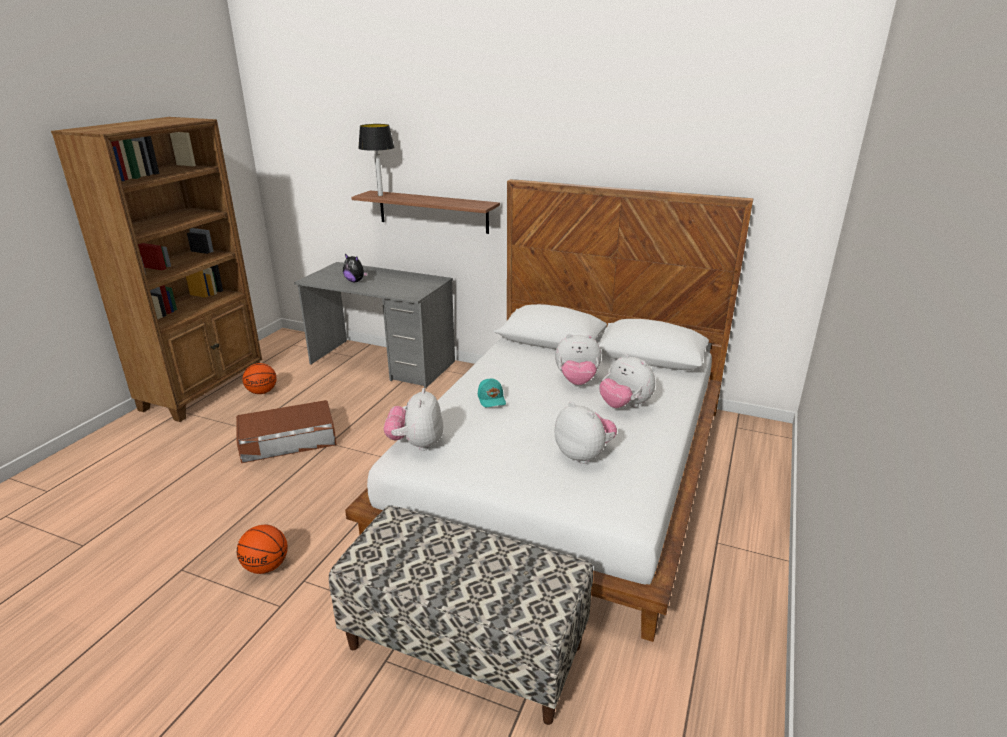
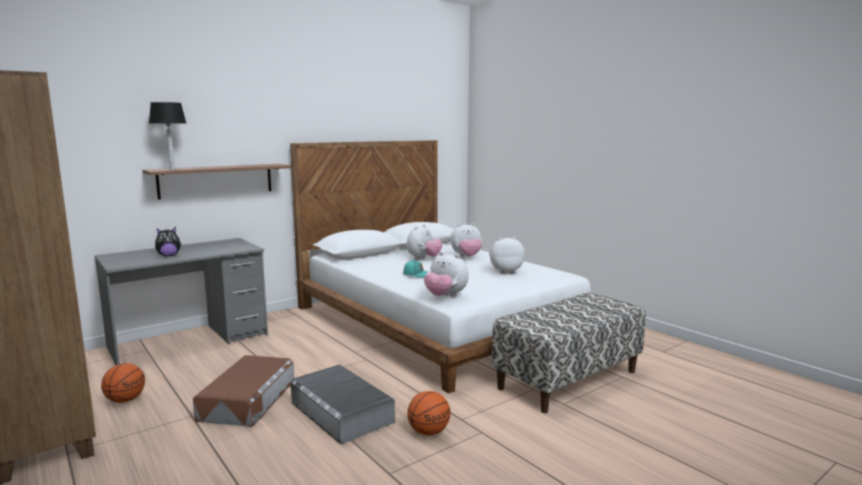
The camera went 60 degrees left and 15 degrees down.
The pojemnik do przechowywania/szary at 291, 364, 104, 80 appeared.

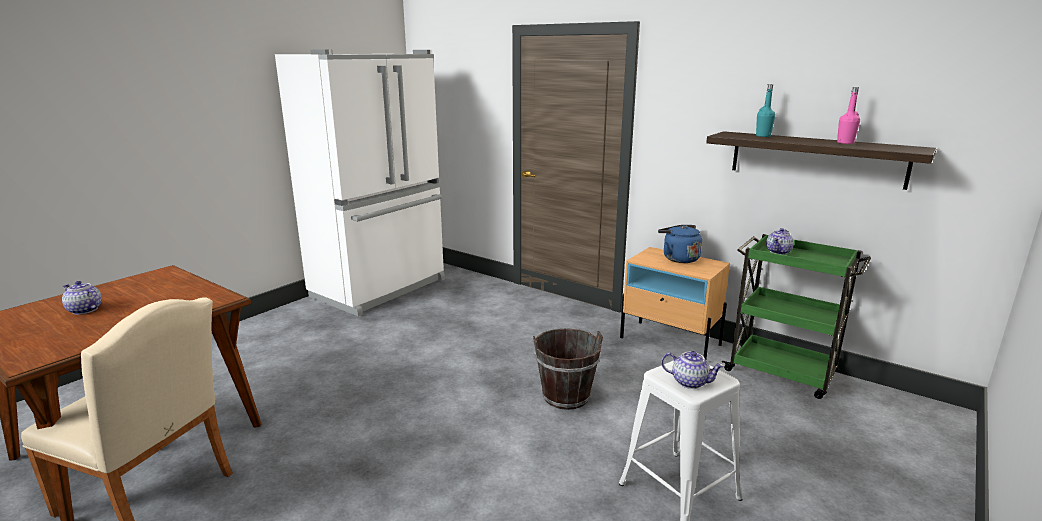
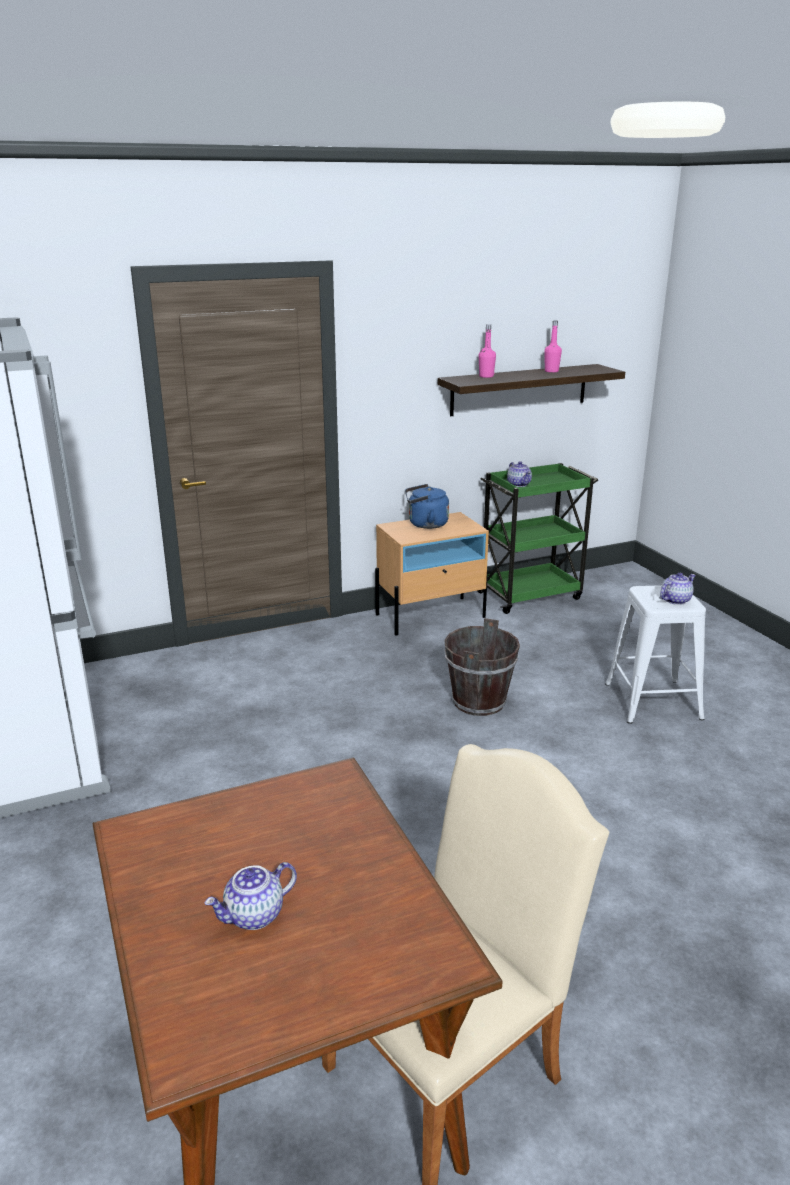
The camera went 60 degrees left and 5 degrees up.
The butelka/turkusowy at 756, 84, 20, 53 became the butelka/różowy at 479, 324, 17, 54.

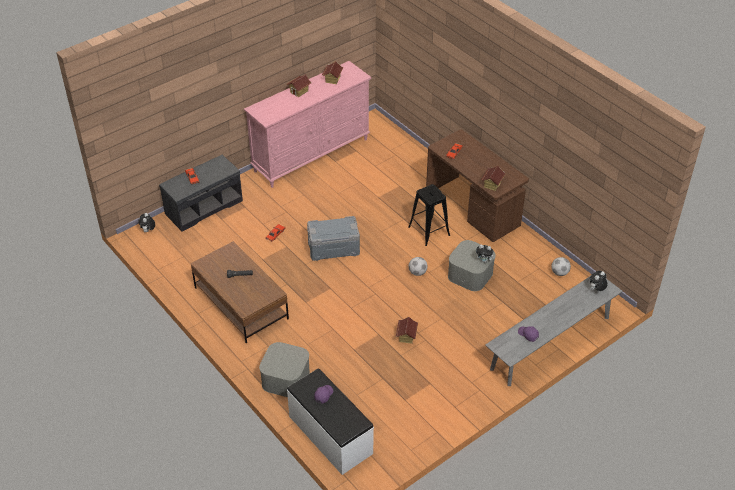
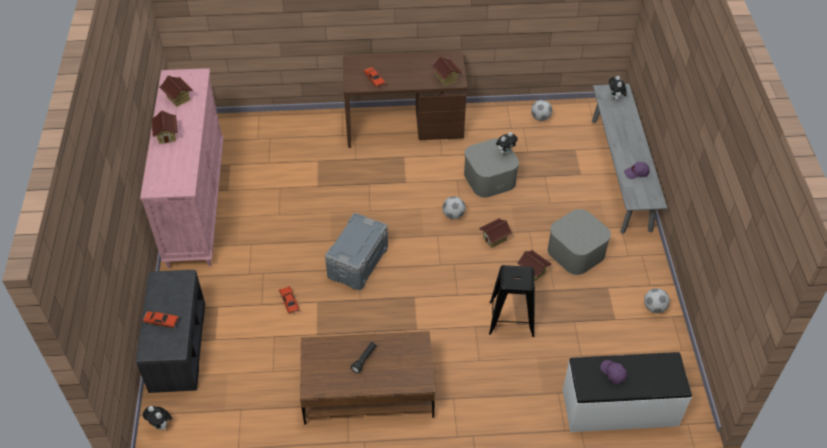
The camera went 55 degrees left and 5 degrees up.
The pojemnik do przechowywania/szary moved from 259, 342, 51, 55 to 547, 209, 64, 66.
The stołek/czarny moved from 408, 184, 42, 62 to 489, 265, 46, 72.
The domek at 479, 218, 33, 30 appeared.
The piłka futbolowa at 644, 288, 26, 25 appeared.

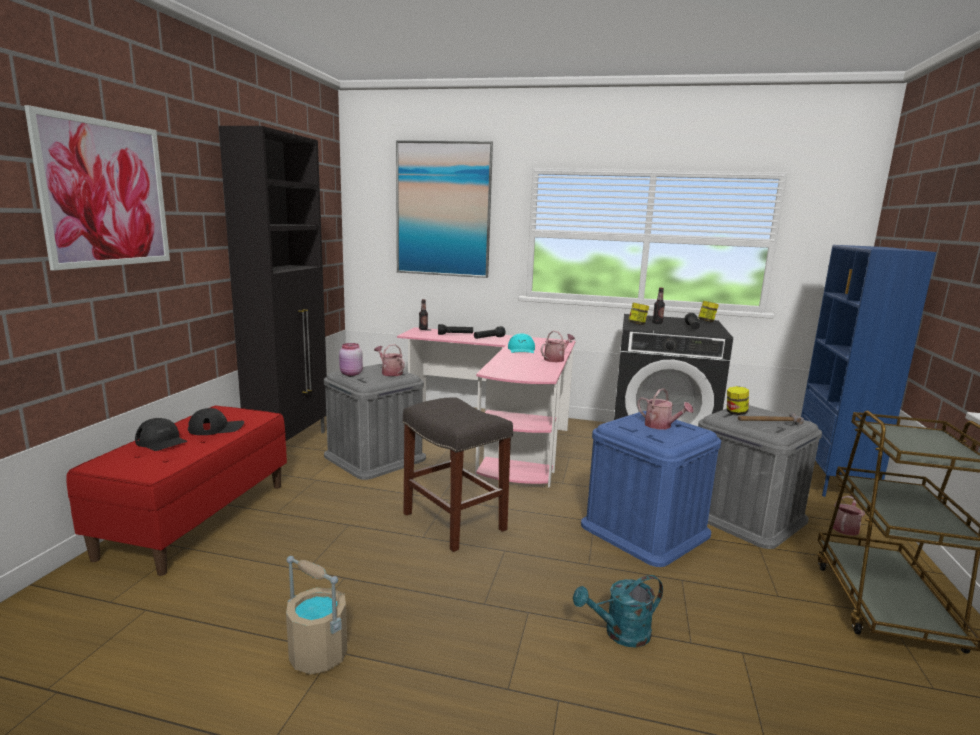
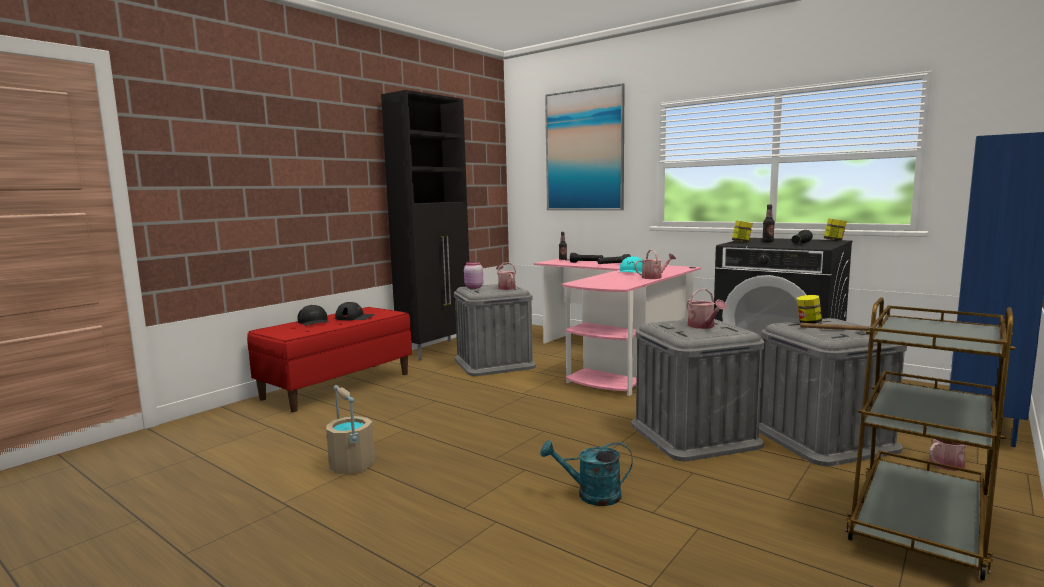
The camera went 25 degrees right and 5 degrees down.
The obraz at 24, 105, 146, 166 disappeared.
The stołek/szary at 403, 398, 110, 154 disappeared.
The pojemnik do przechowywania/niebieski at 581, 411, 140, 156 became the pojemnik do przechowywania/szary at 631, 319, 134, 142.

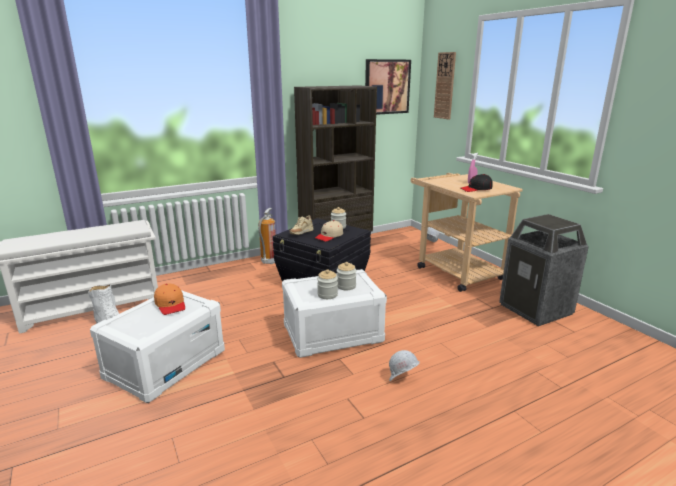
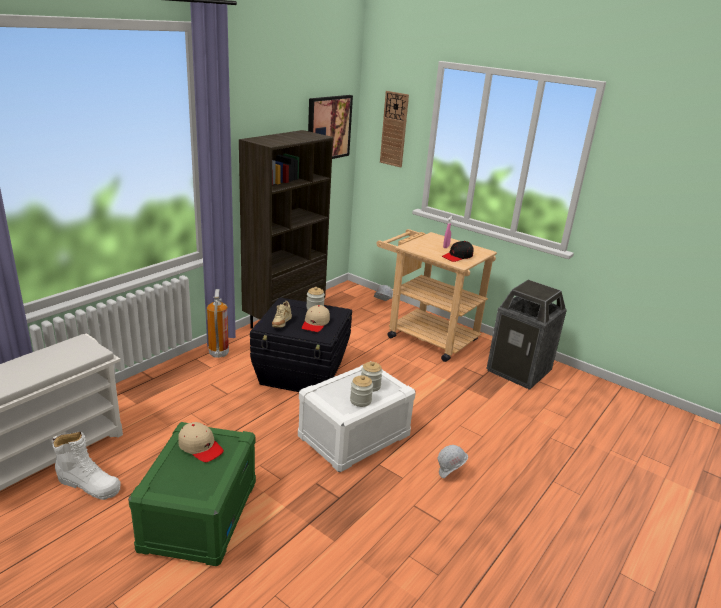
The camera went 25 degrees left and 5 degrees up.
The pojemnik do przechowywania/biały at 90, 290, 135, 113 became the pojemnik do przechowywania/zielony at 128, 422, 128, 144.
The czapka z daszkiem/pomarańczowy at 154, 283, 31, 32 became the czapka z daszkiem/beżowy at 178, 422, 46, 40.

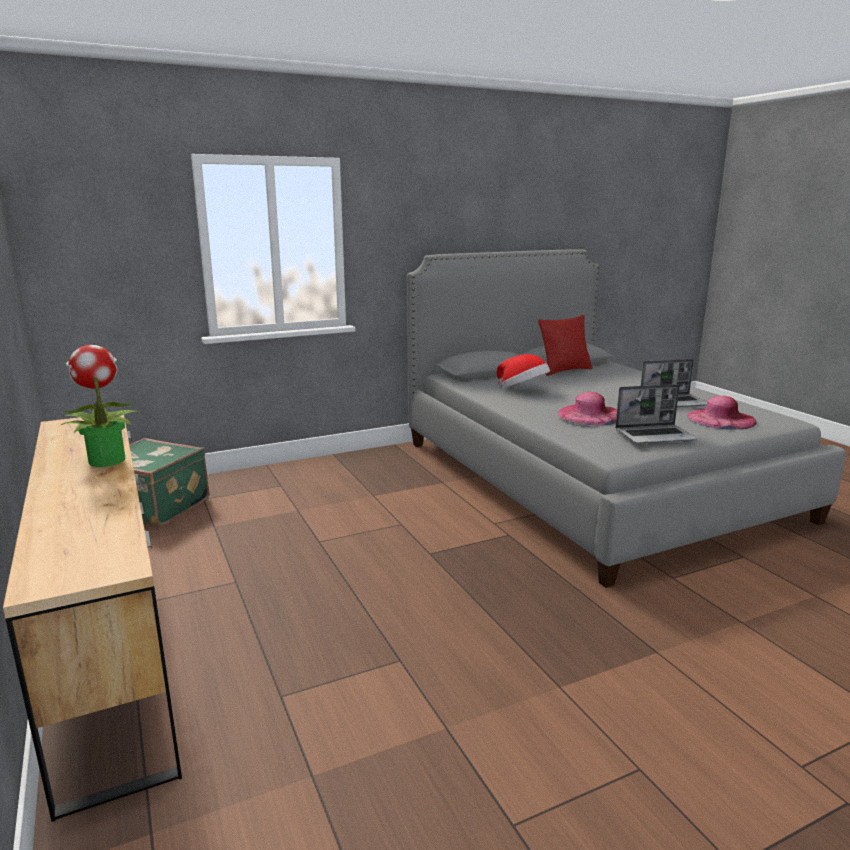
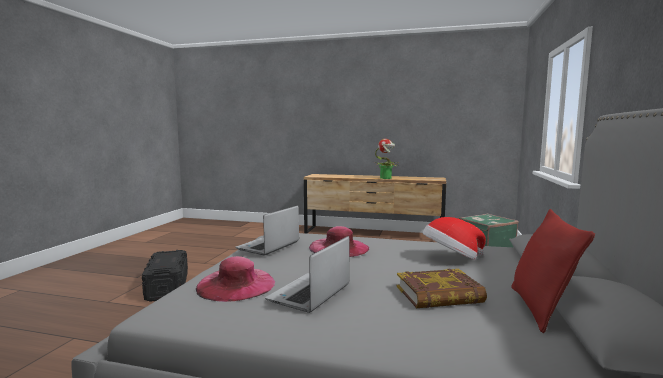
The camera went 130 degrees right and 10 degrees down.
The pojemnik do przechowywania/czarny at 142, 250, 46, 52 appeared.
The książka at 397, 269, 90, 39 appeared.

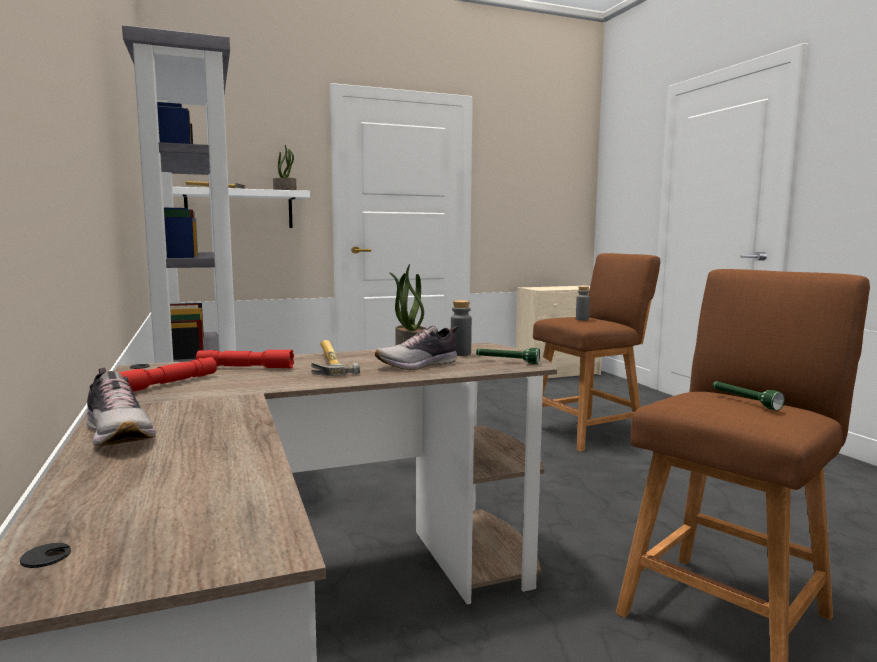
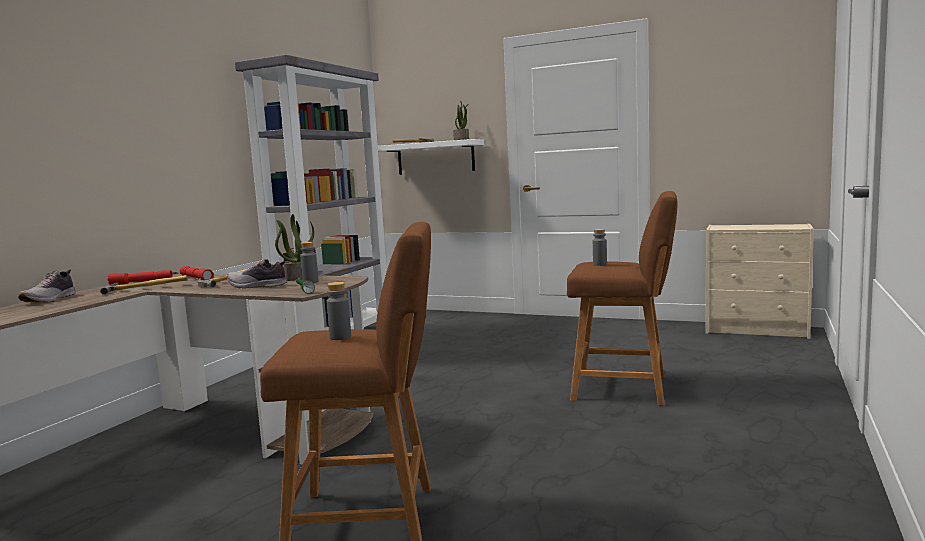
The camera went 45 degrees right and 0 degrees up.
The latarka/zielony at 712, 381, 73, 29 was replaced by the butelka/szary at 327, 282, 24, 58.
The młotek at 100, 275, 88, 20 appeared.

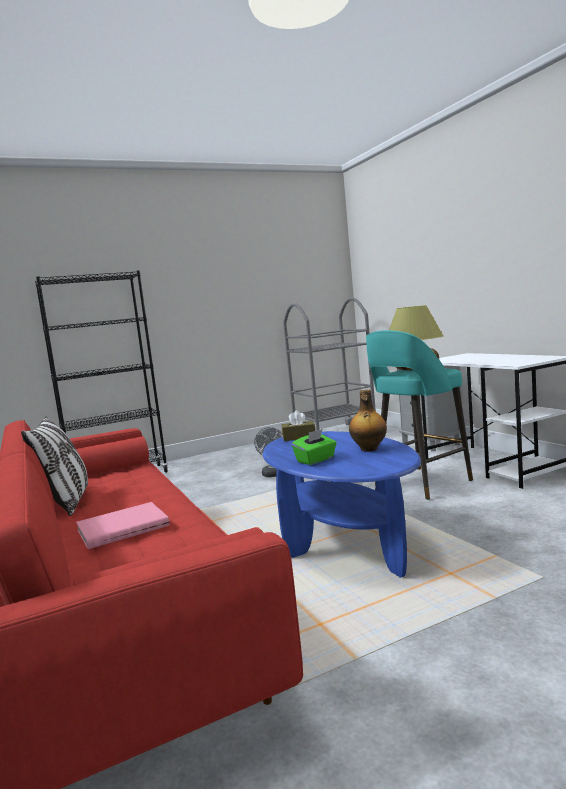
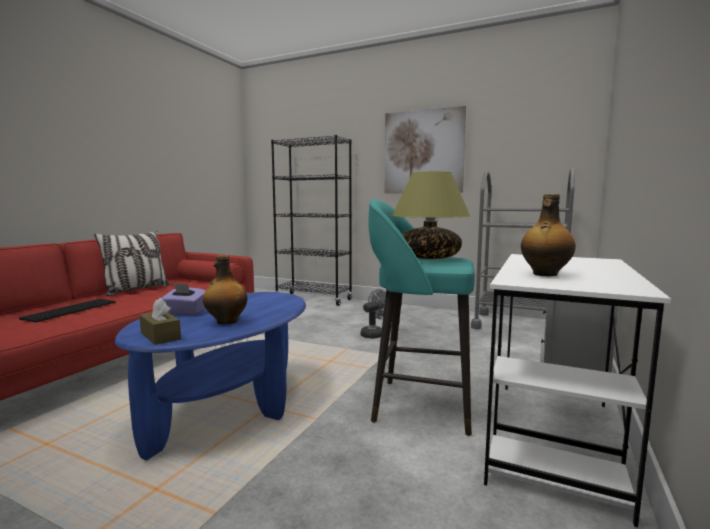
The camera went 50 degrees right and 0 degrees up.
The książka/różowy at 76, 502, 94, 47 was replaced by the klawiatura at 19, 299, 97, 23.
The pudełko chusteczek/brązowy moved from 282, 410, 33, 31 to 139, 298, 42, 47.
The pudełko chusteczek/zielony at 292, 429, 45, 36 became the pudełko chusteczek/fioletowy at 161, 283, 45, 33.
The obraz at 385, 106, 81, 88 appeared.
The butelka at 521, 194, 55, 82 appeared.

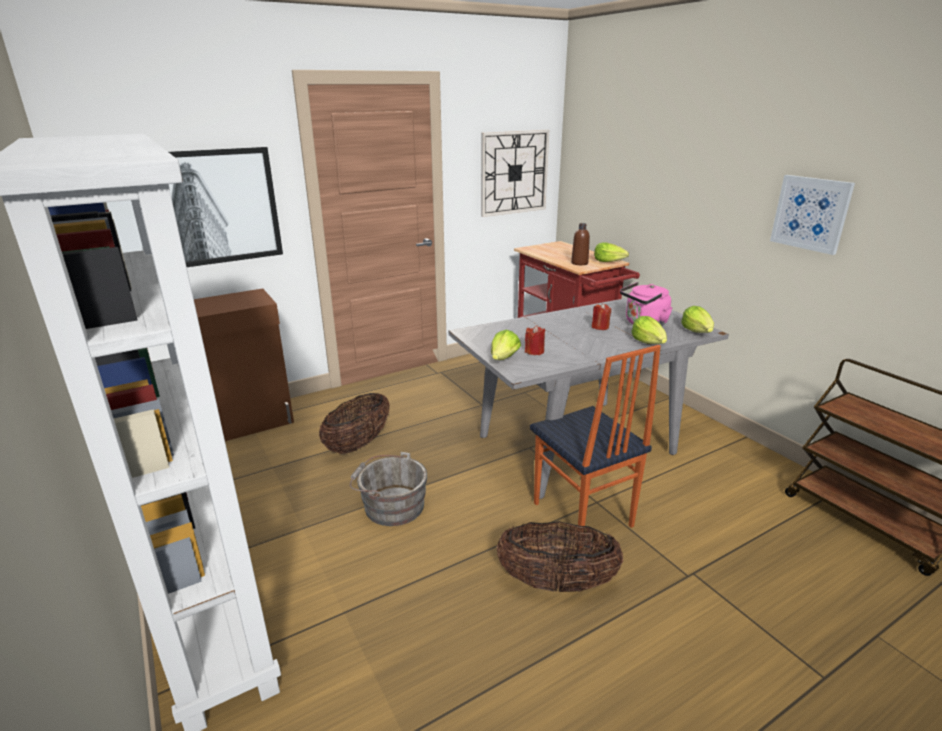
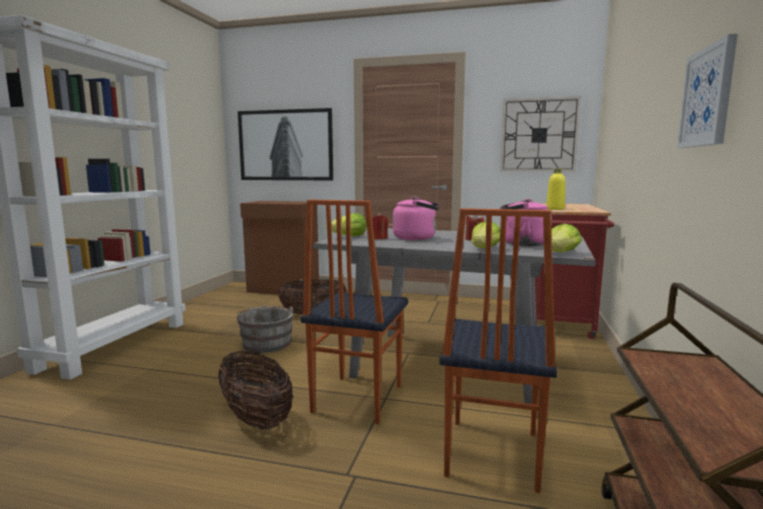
The camera went 45 degrees right and 15 degrees down.
The butelka/brązowy at 571, 223, 19, 42 became the butelka/żółty at 546, 168, 20, 42.
The sałata at 594, 242, 35, 20 disappeared.
The czajnik/różowy at 393, 197, 46, 43 appeared.
The krzesło at 439, 208, 119, 285 appeared.

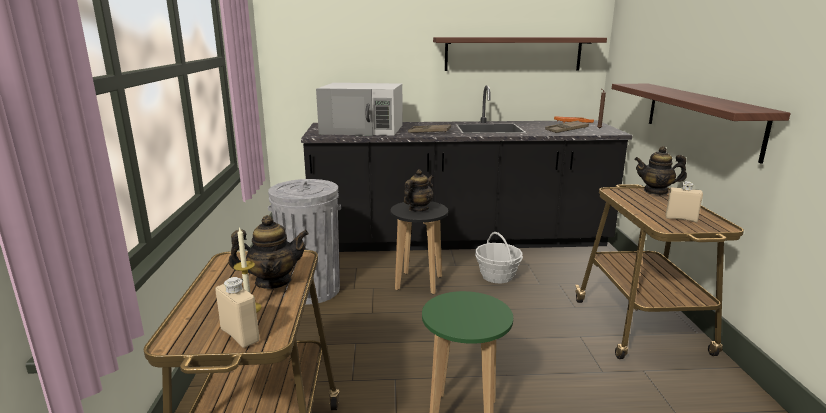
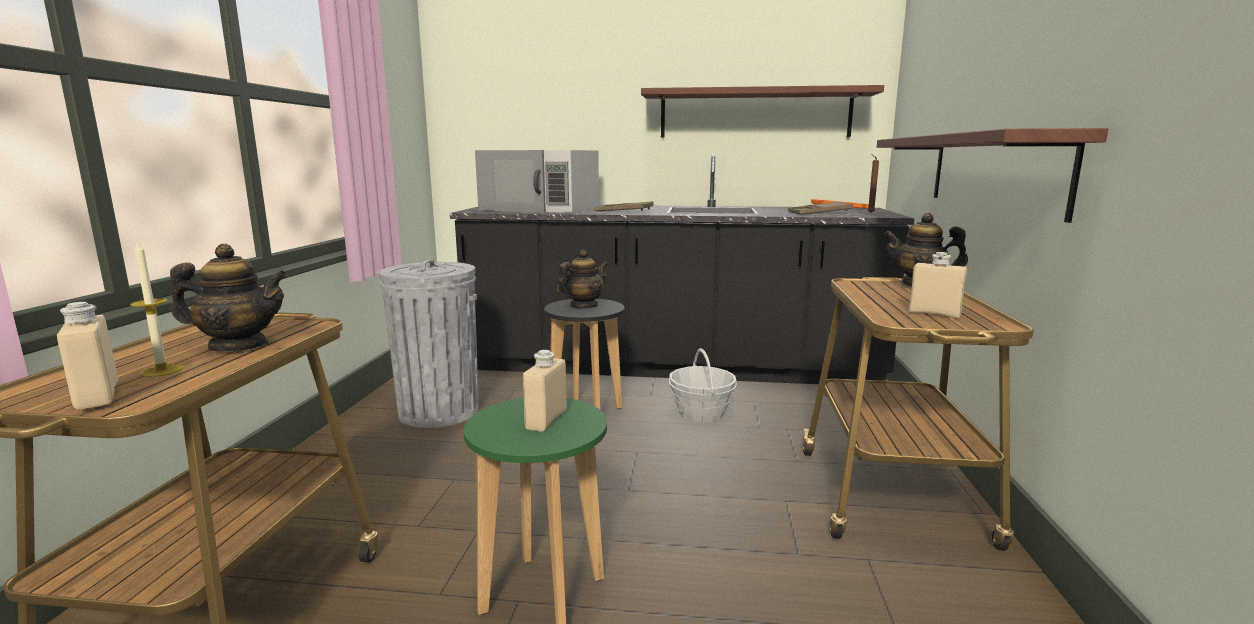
The camera went 10 degrees right and 5 degrees down.
The butelka/beżowy at 523, 350, 44, 82 appeared.

